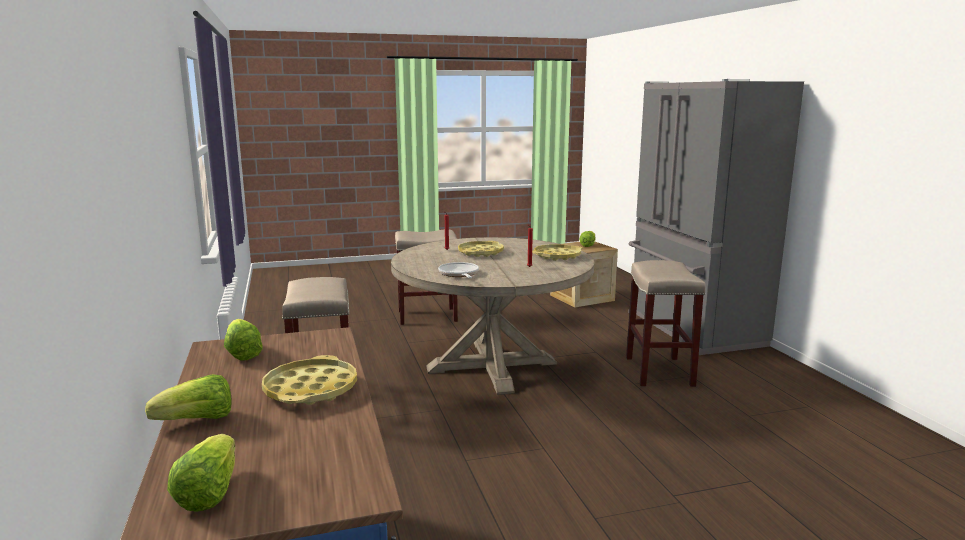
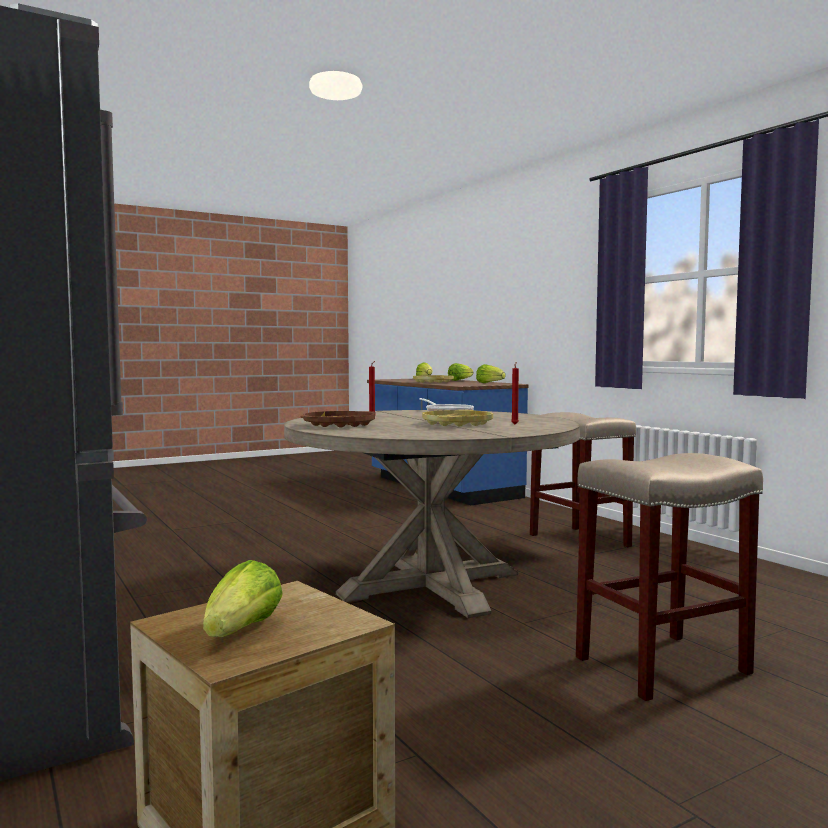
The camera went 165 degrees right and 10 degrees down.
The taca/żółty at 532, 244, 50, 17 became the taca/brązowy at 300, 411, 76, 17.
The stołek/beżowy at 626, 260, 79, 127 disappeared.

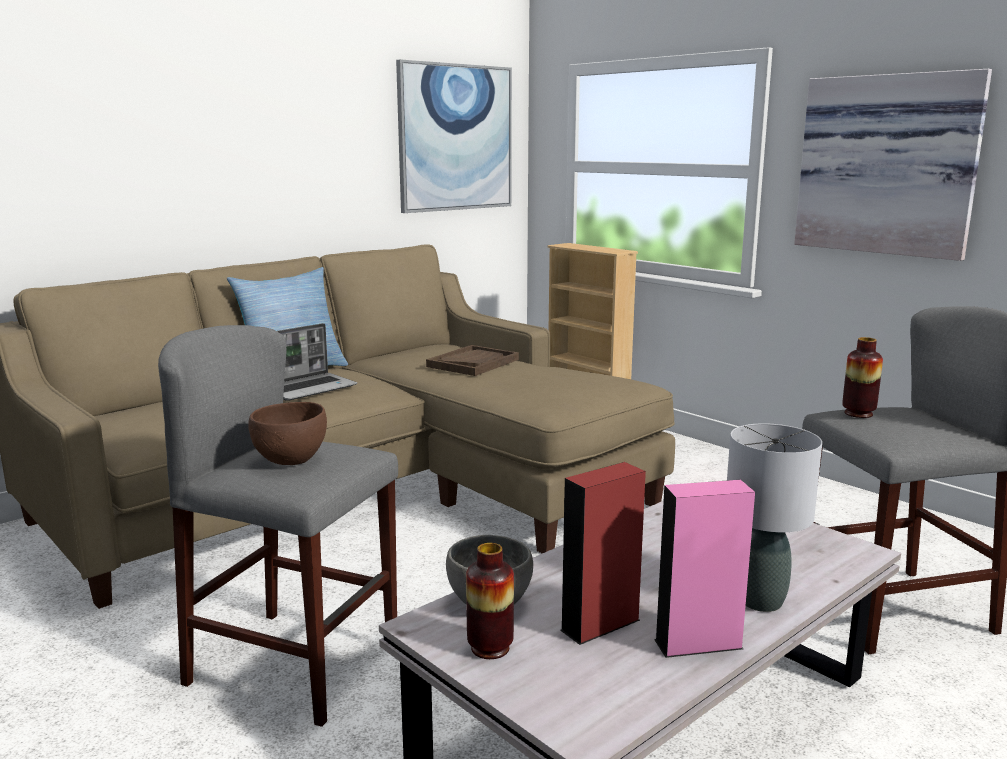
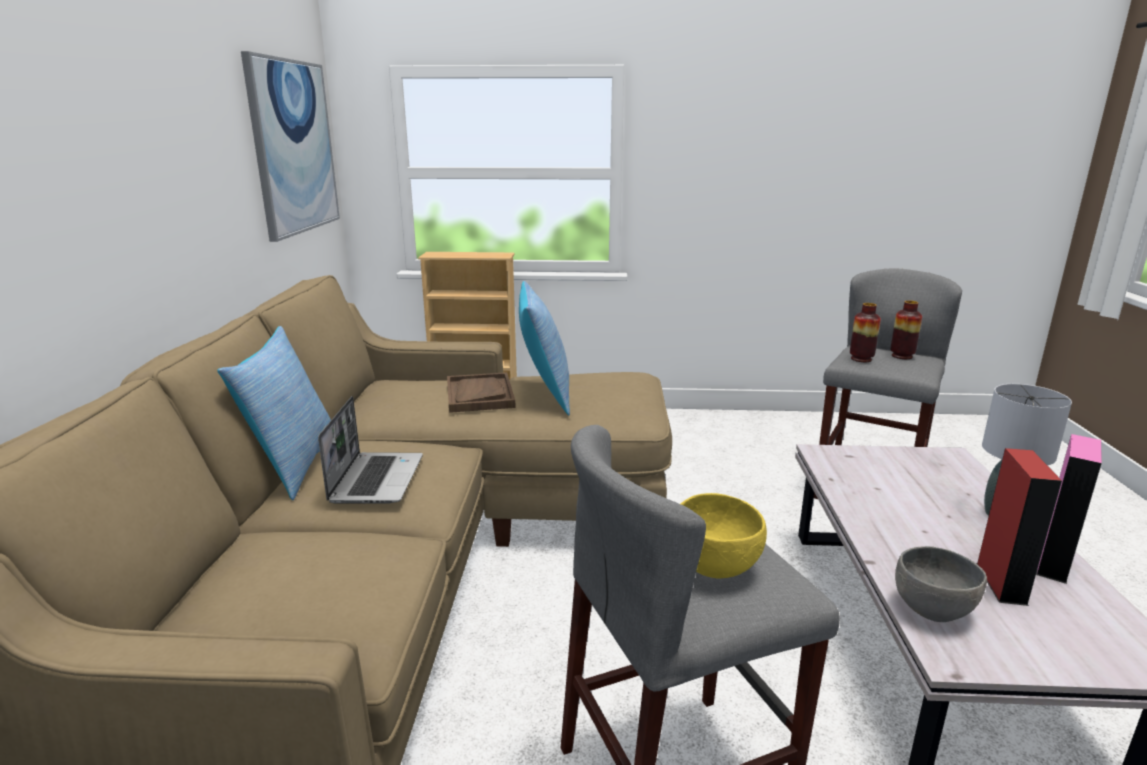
The camera went 45 degrees left and 5 degrees up.
The miska/brązowy at 248, 402, 79, 63 became the miska/żółty at 681, 493, 86, 86.
The wazon moved from 466, 543, 48, 116 to 890, 300, 32, 59.
The obraz at 794, 69, 198, 192 disappeared.
The poduszka at 519, 281, 51, 134 appeared.

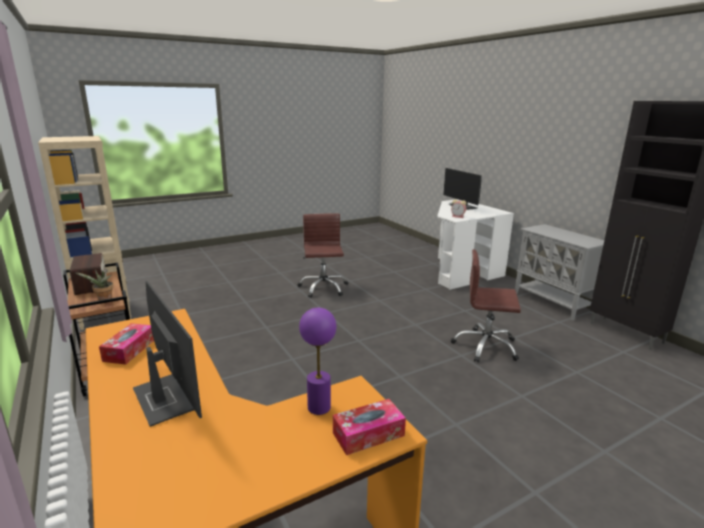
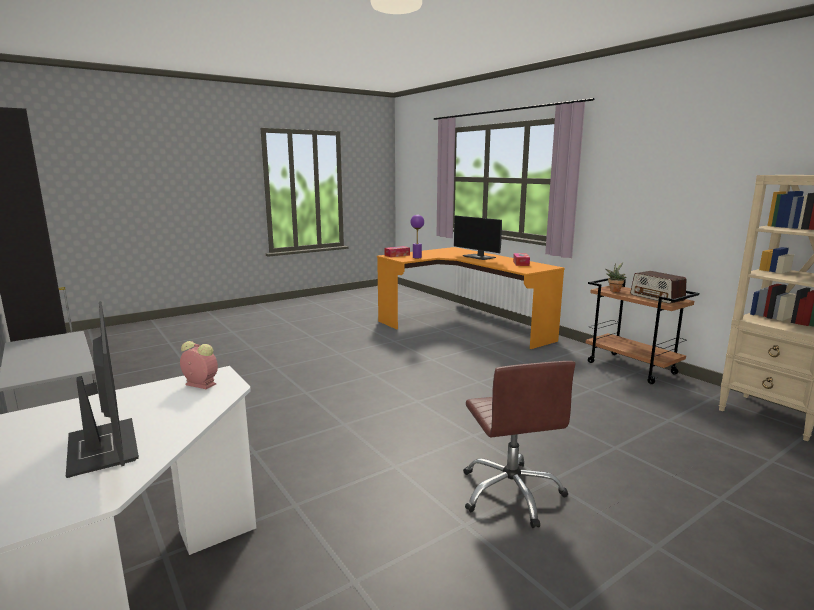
The camera went 175 degrees right and 5 degrees down.
The krzesło biurowe/brązowy at 451, 249, 70, 114 disappeared.

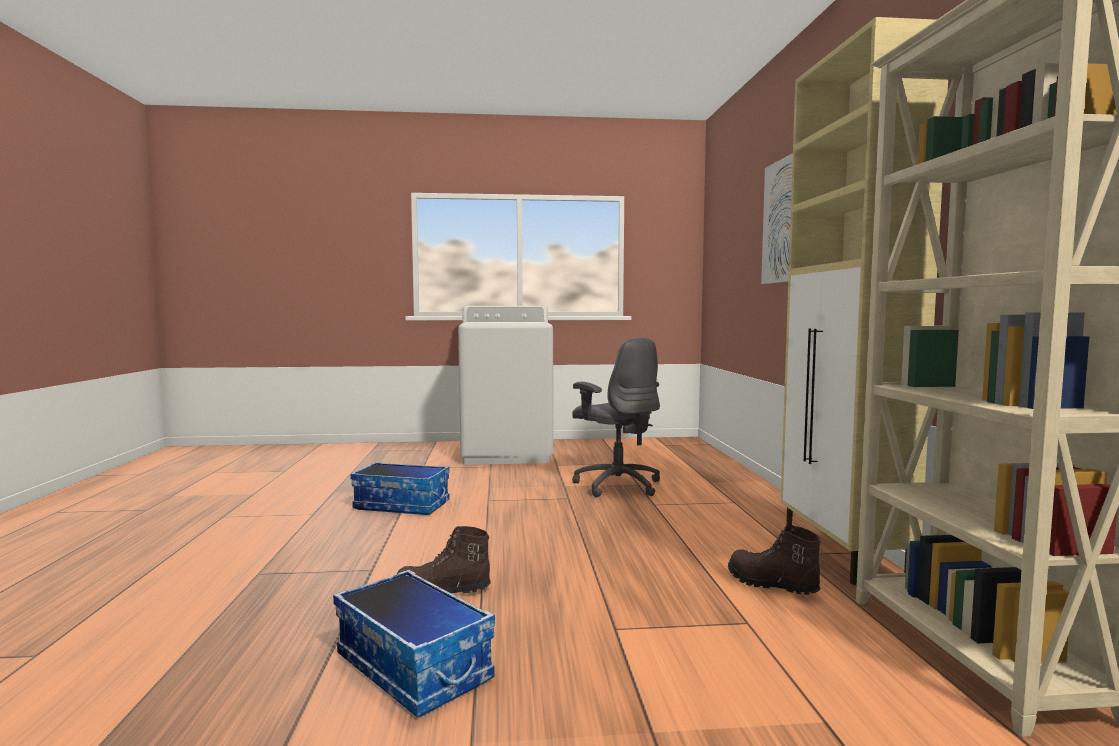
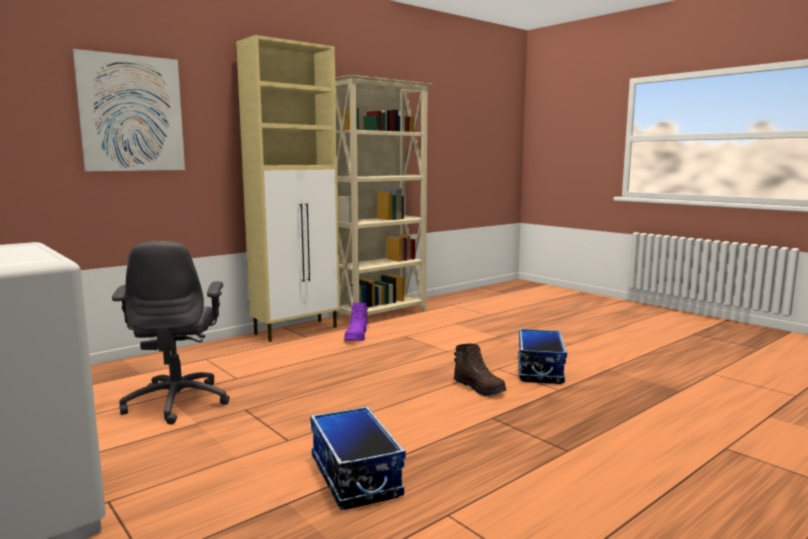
The camera went 125 degrees left and 5 degrees up.
The krzesło biurowe/szary at 572, 338, 88, 159 turned 150 degrees clockwise.
The but z cholewką/brązowy at 728, 525, 93, 70 became the but z cholewką/fioletowy at 344, 303, 25, 38.

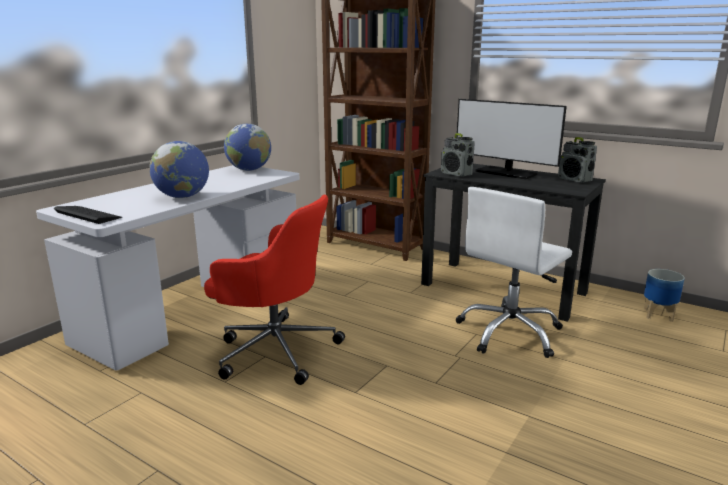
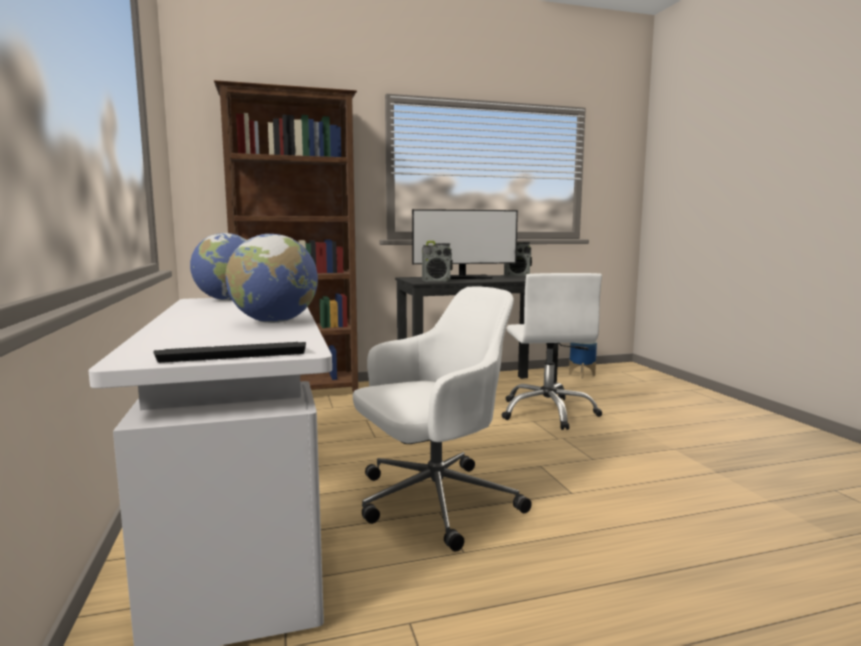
The camera went 50 degrees left and 10 degrees down.
The krzesło biurowe/czerwony at 204, 195, 141, 190 became the krzesło biurowe/biały at 353, 286, 179, 266.

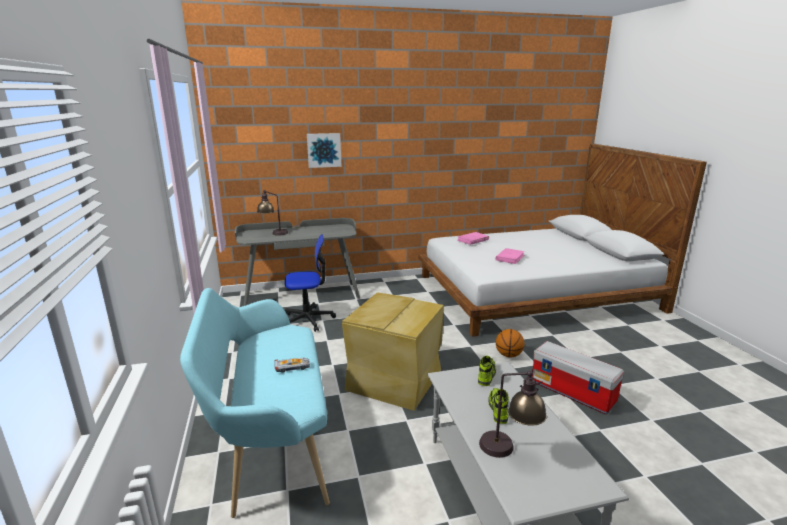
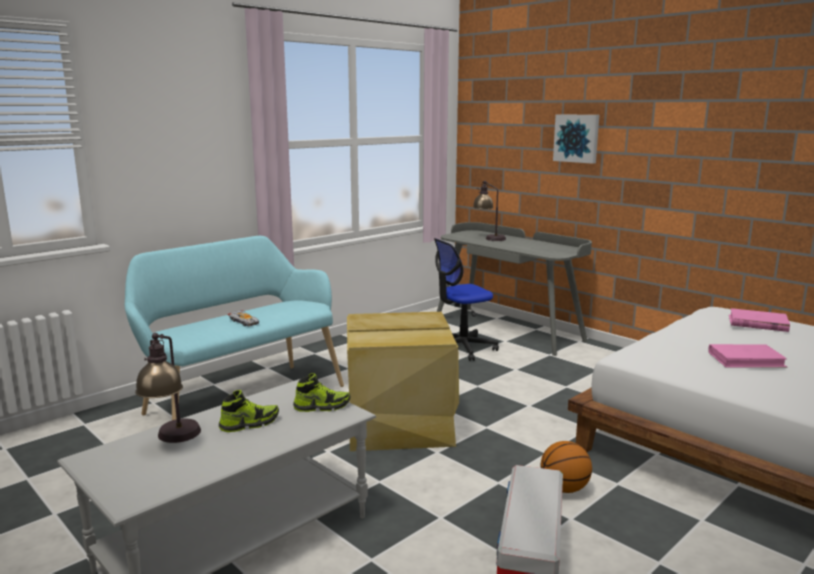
The camera went 60 degrees right and 5 degrees down.
The krzesło biurowe at 285, 234, 51, 98 turned 105 degrees clockwise.

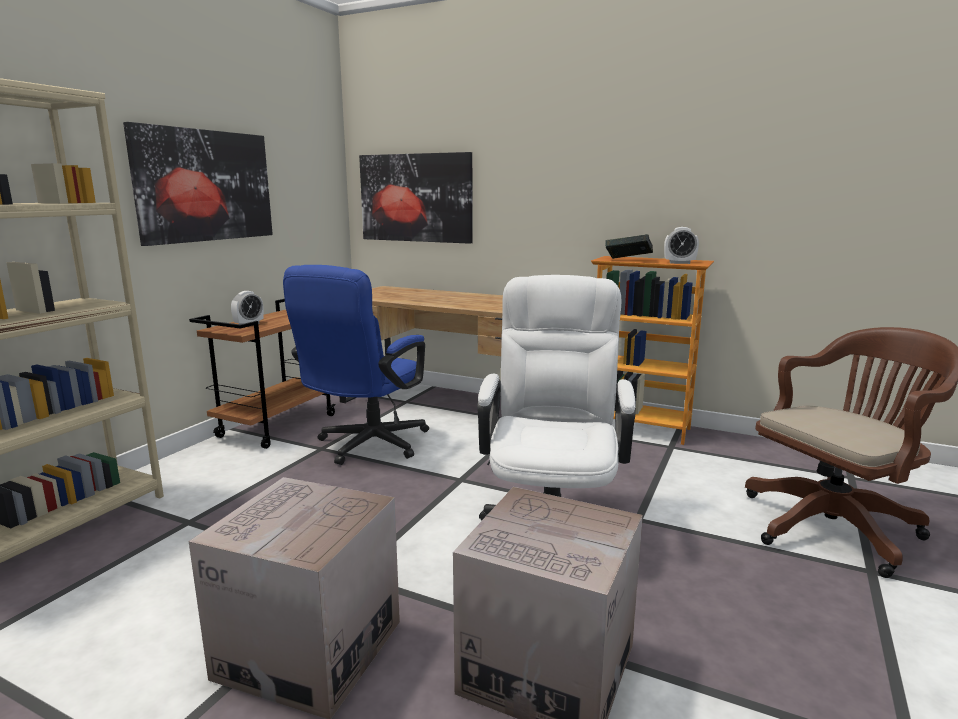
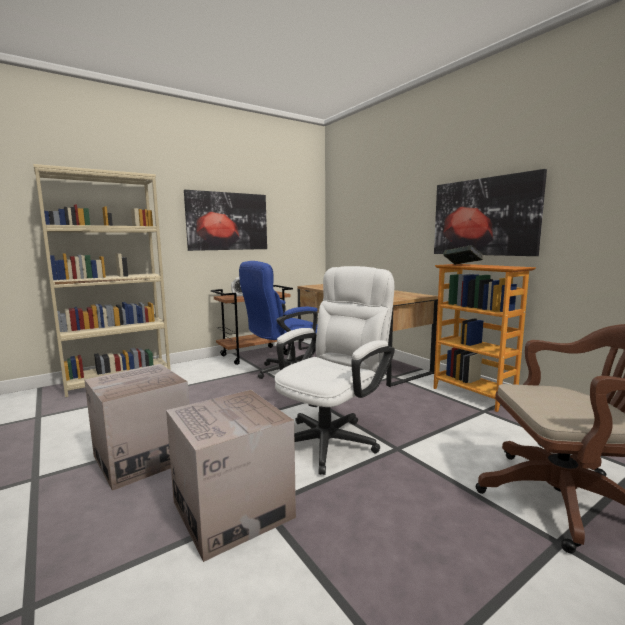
The camera went 30 degrees right and 5 degrees down.
The obraz moved from 359, 152, 114, 92 to 434, 169, 113, 87.
The budzik at 664, 227, 35, 37 disappeared.

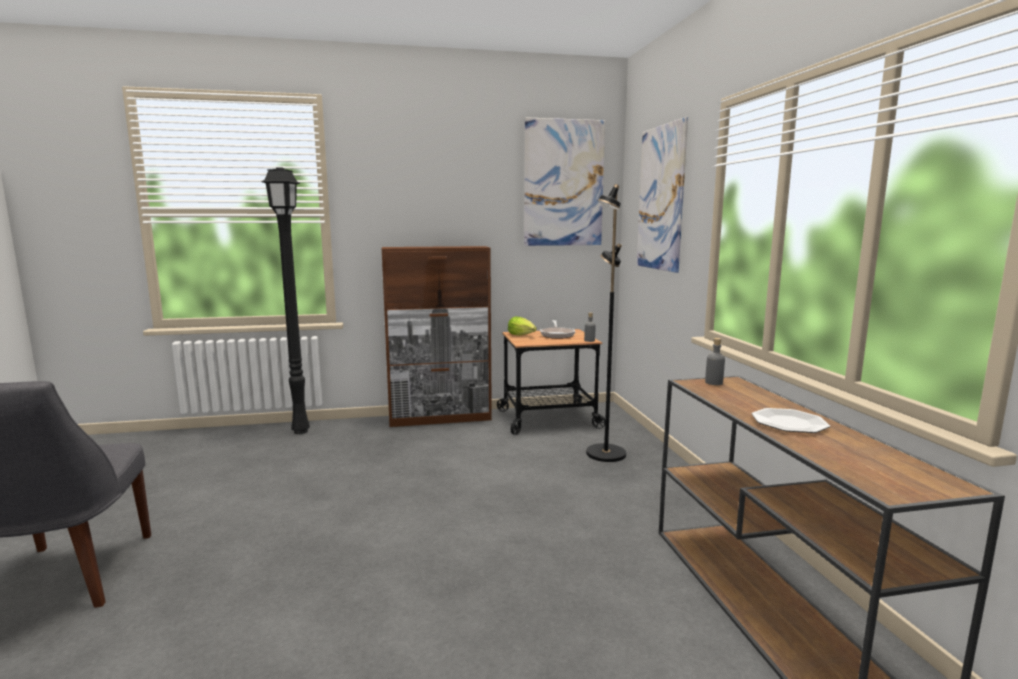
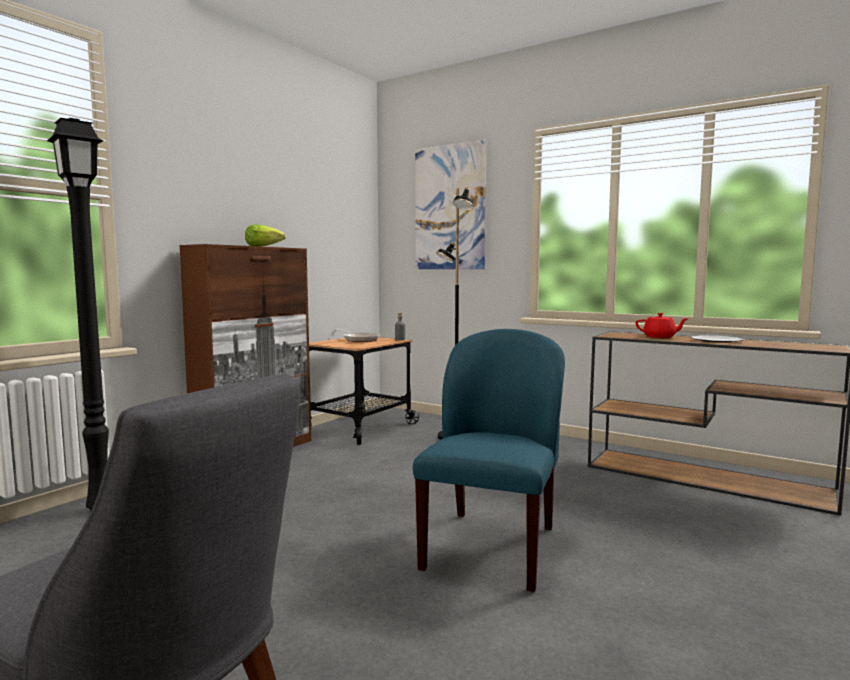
The camera went 45 degrees left and 5 degrees down.
The sałata moved from 508, 317, 29, 19 to 245, 224, 41, 23.
The obraz at 524, 117, 81, 129 disappeared.
The butelka/szary at 705, 338, 20, 47 disappeared.
The krzesło/niebieski at 413, 329, 152, 263 appeared.
The imbryk/czerwony at 636, 313, 51, 25 appeared.

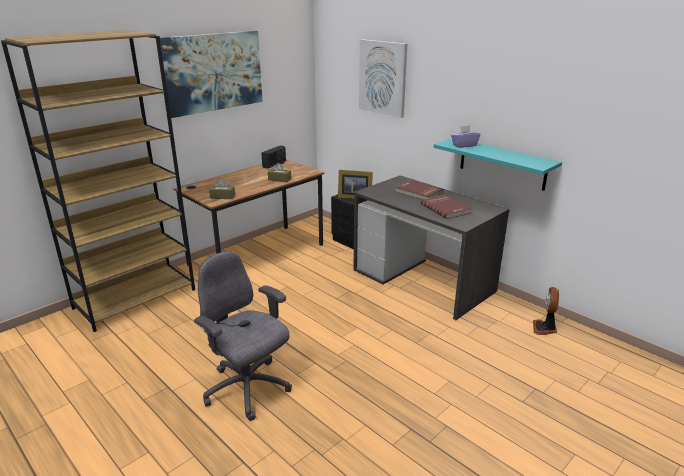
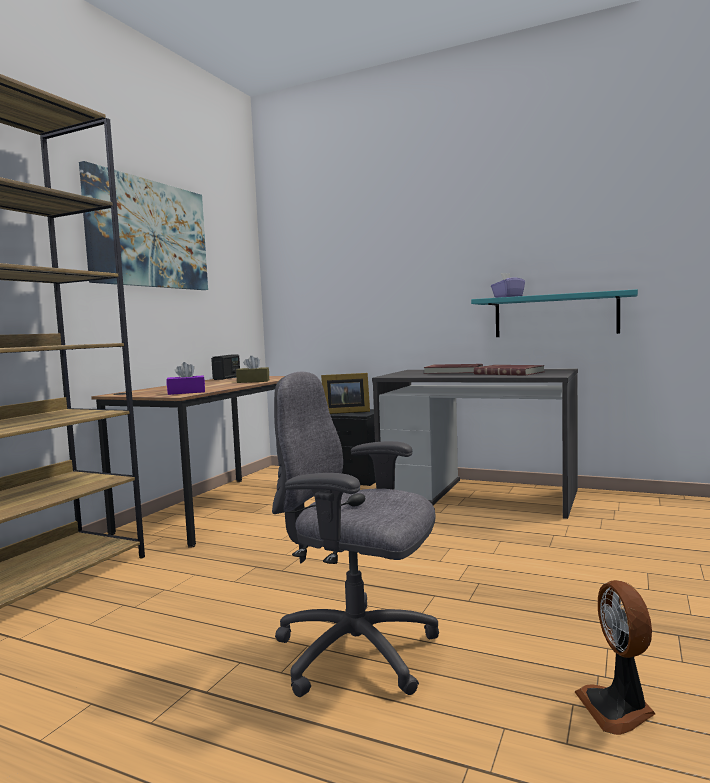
The camera went 20 degrees left and 20 degrees down.
The pudełko chusteczek/brązowy at 209, 179, 26, 20 became the pudełko chusteczek/fioletowy at 167, 362, 38, 33.
The obraz at 359, 39, 48, 79 disappeared.
The wentylator moved from 533, 287, 26, 48 to 575, 580, 80, 155.

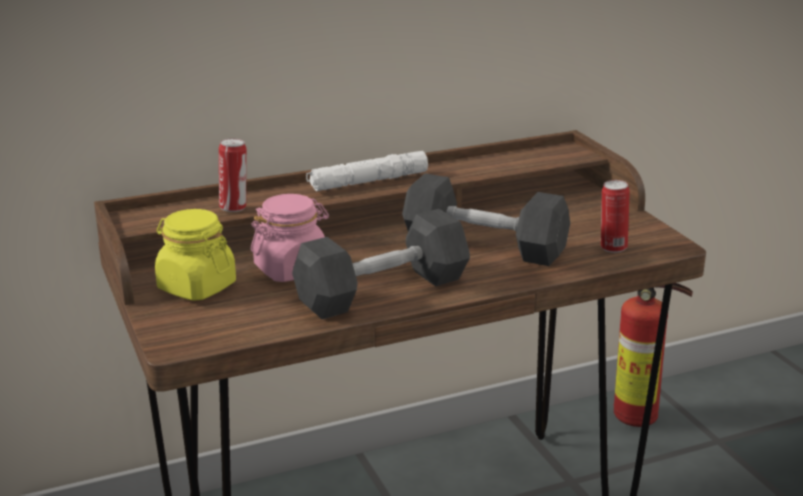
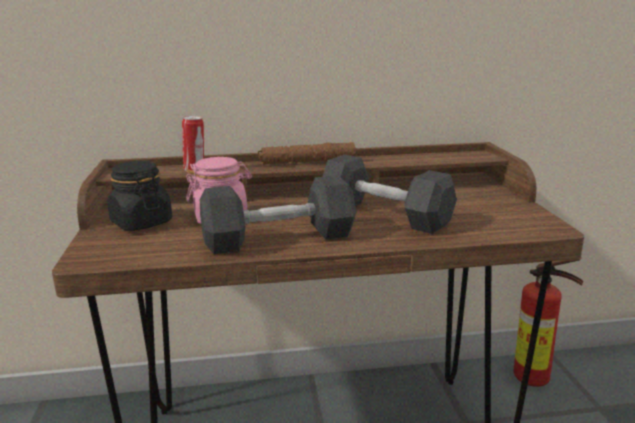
The camera went 15 degrees right and 5 degrees down.
The słoik/żółty at 155, 209, 81, 92 became the słoik/czarny at 107, 161, 65, 70.
The latarka/biały at 306, 151, 122, 40 became the latarka/brązowy at 258, 142, 98, 23.
The puszka at 601, 180, 29, 73 disappeared.

